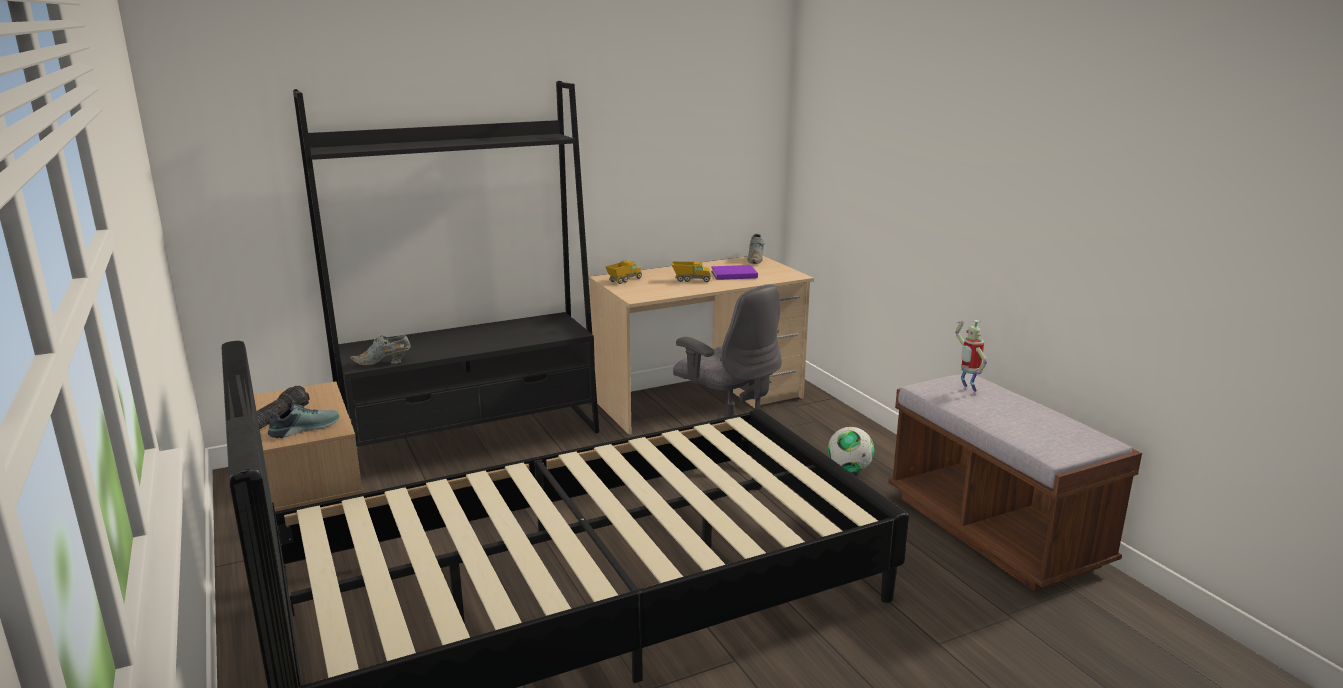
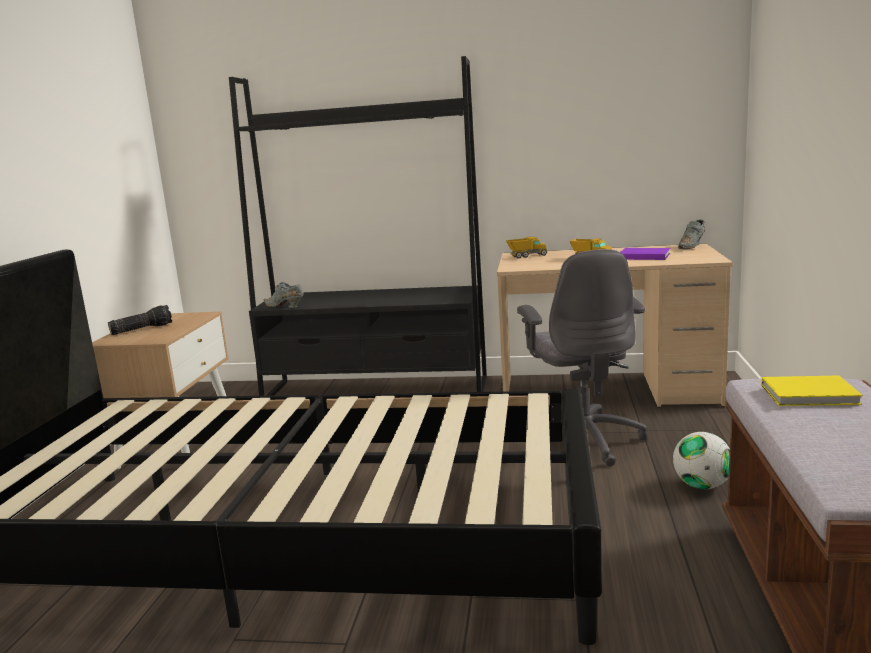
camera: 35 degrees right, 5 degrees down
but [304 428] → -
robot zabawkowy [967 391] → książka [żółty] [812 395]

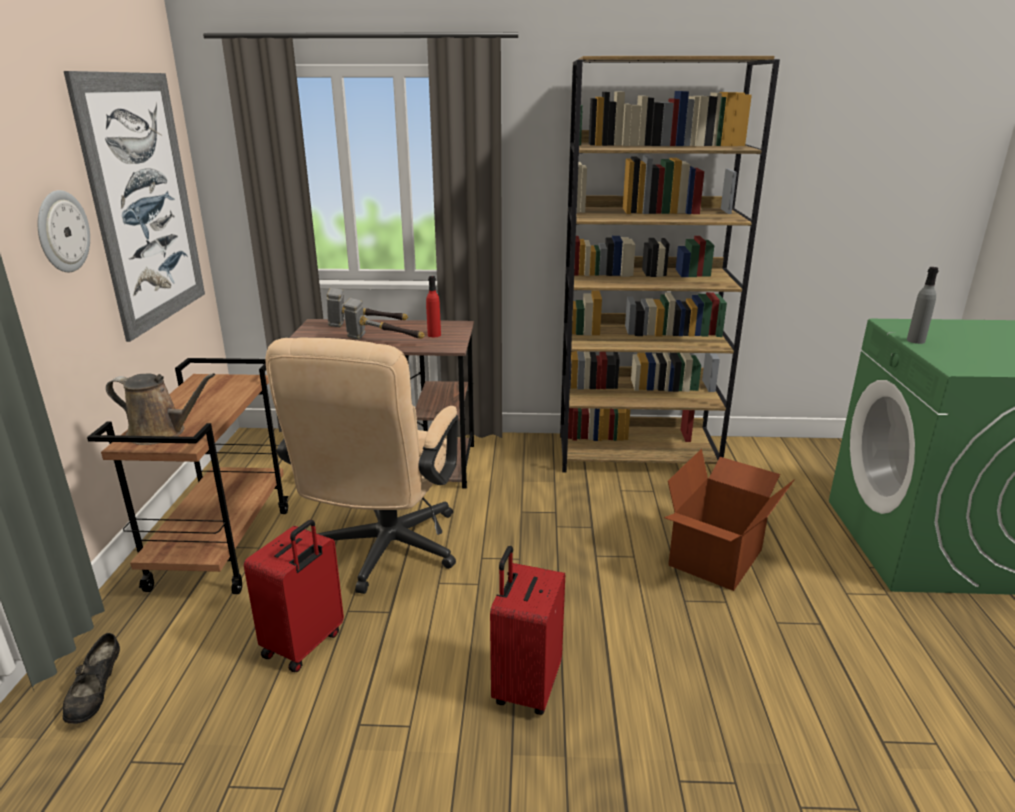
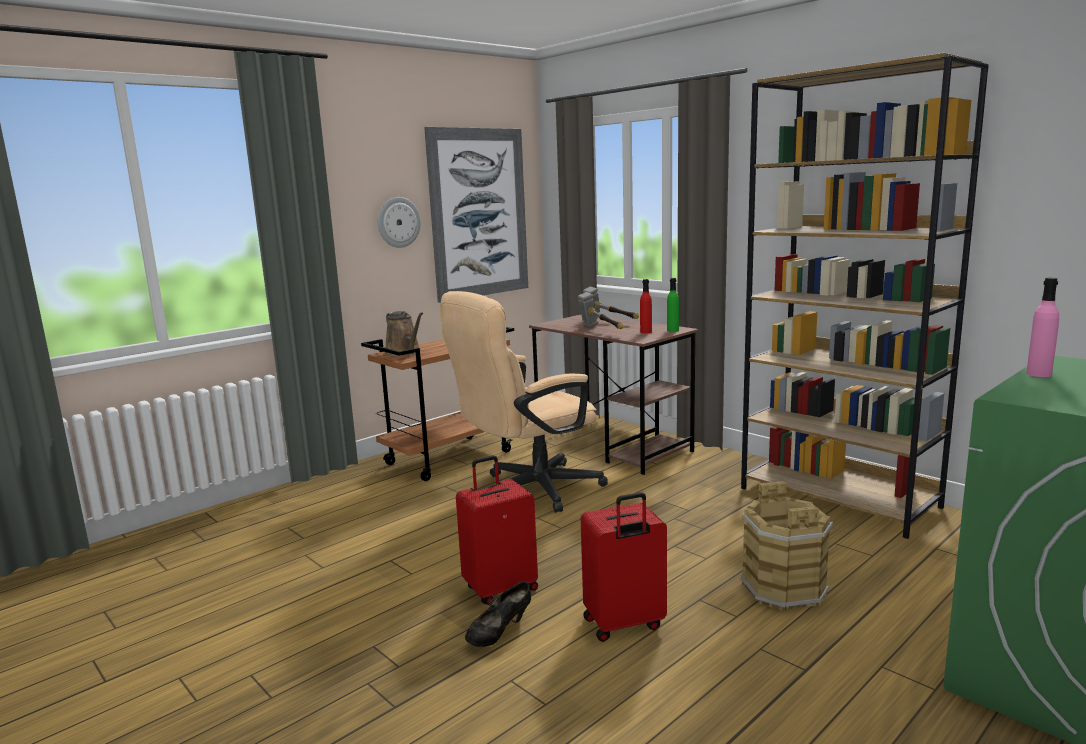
camera: 45 degrees right, 10 degrees down
- → butelka [zielony] [672 330]
but [czarny] [96 696] → but [czarny] [499 633], relocated
walizka [czerwony] [304 645] → walizka [czerwony] [624 624], relocated
karton [717 558] → wiadro [brązowy] [784 589]
butelka [szary] [915 340] → butelka [różowy] [1039 374]

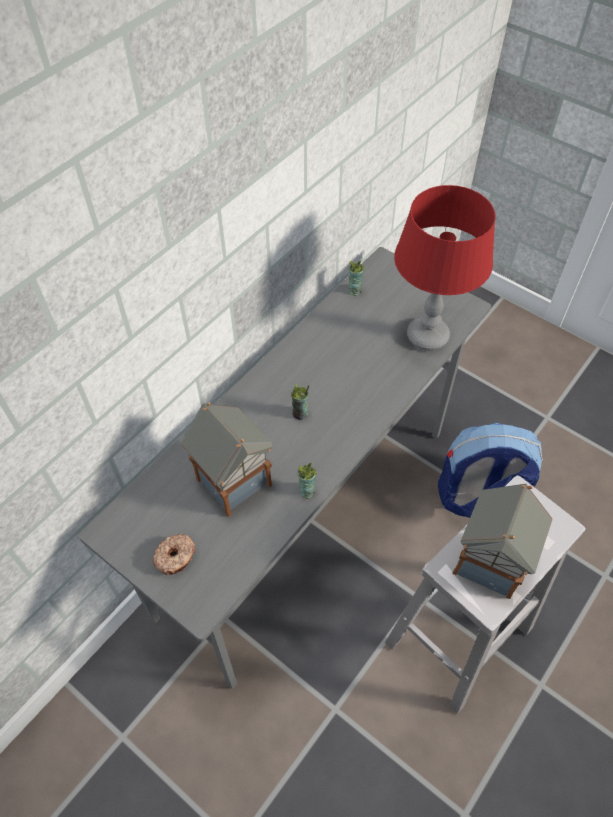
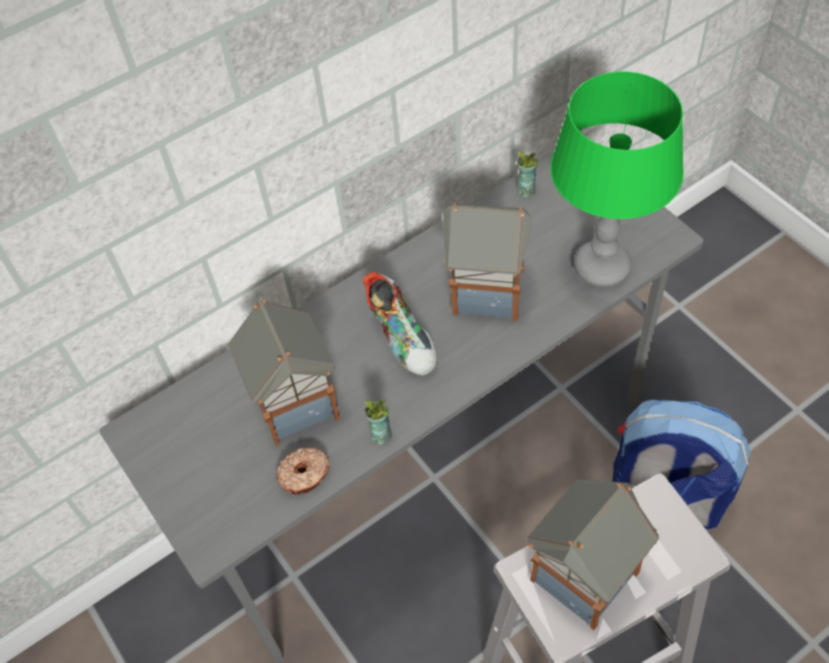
camera: 20 degrees right, 0 degrees up
- → domek [485 292]
donut [175 557] → donut [304 475], relocated
filiżanka [300 414] → but [404 337]
lampa stołowa [czerwony] [428 336] → lampa stołowa [zielony] [602 267]

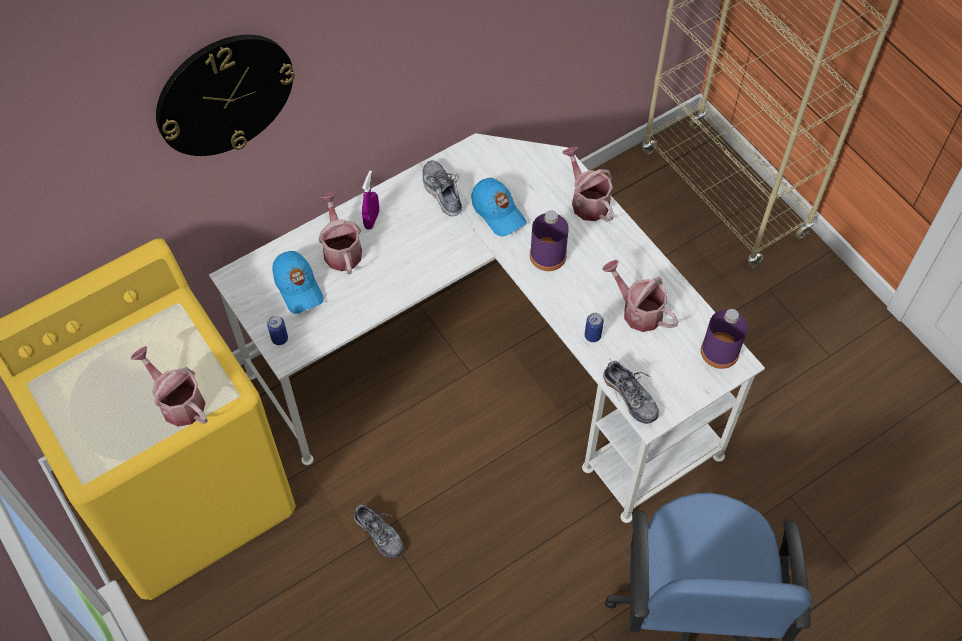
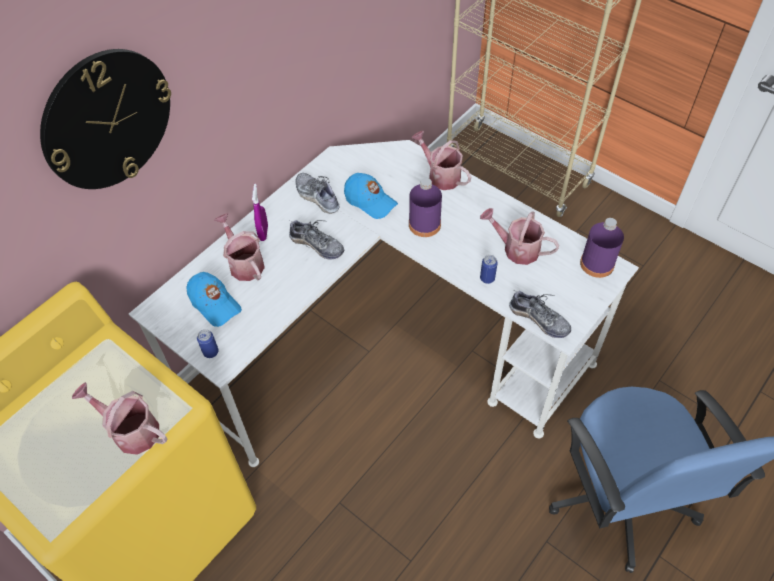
camera: 15 degrees left, 5 degrees down
but [379 534] → but [317 245], relocated

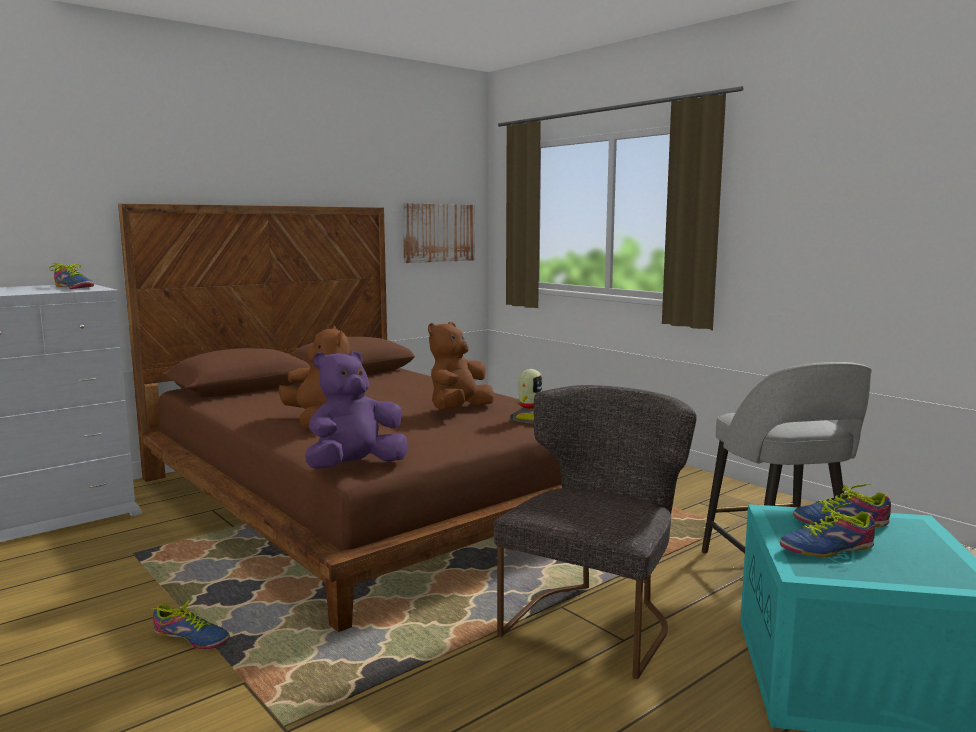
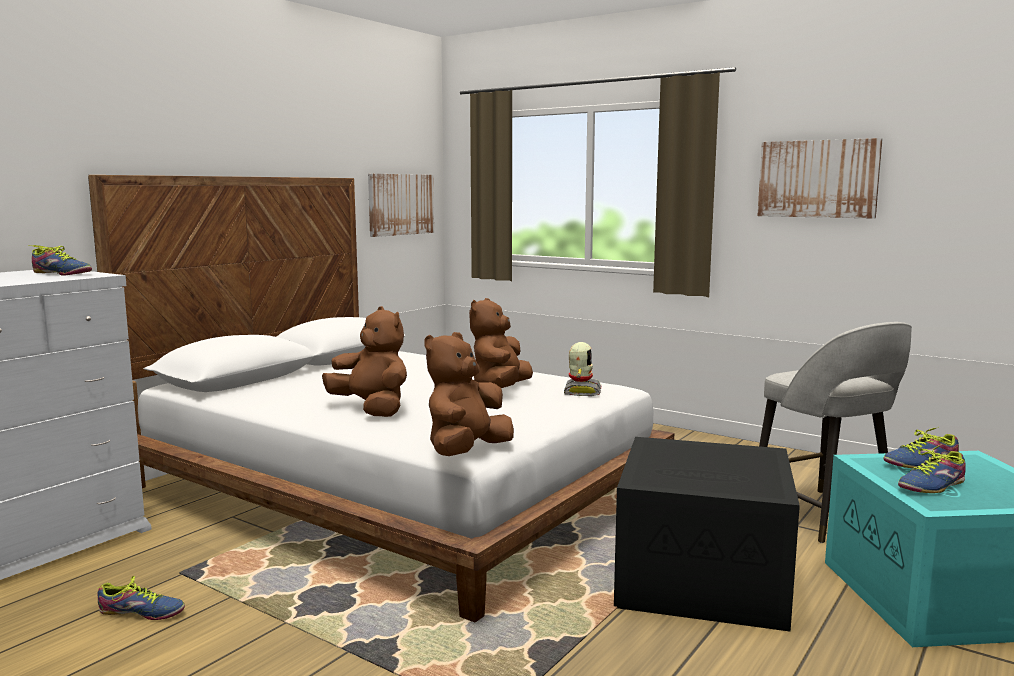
camera: 15 degrees left, 0 degrees up
- → obraz [818 179]
but [192 638] → but [142 612], relocated
krzesło [szary] [595 620] → pojemnik do przechowywania [czarny] [704 578]
łóżko [brązowy] [368 499] → łóżko [biały] [397 488]
pluszak [fioletowy] [355 467] → pluszak [brązowy] [466 452]

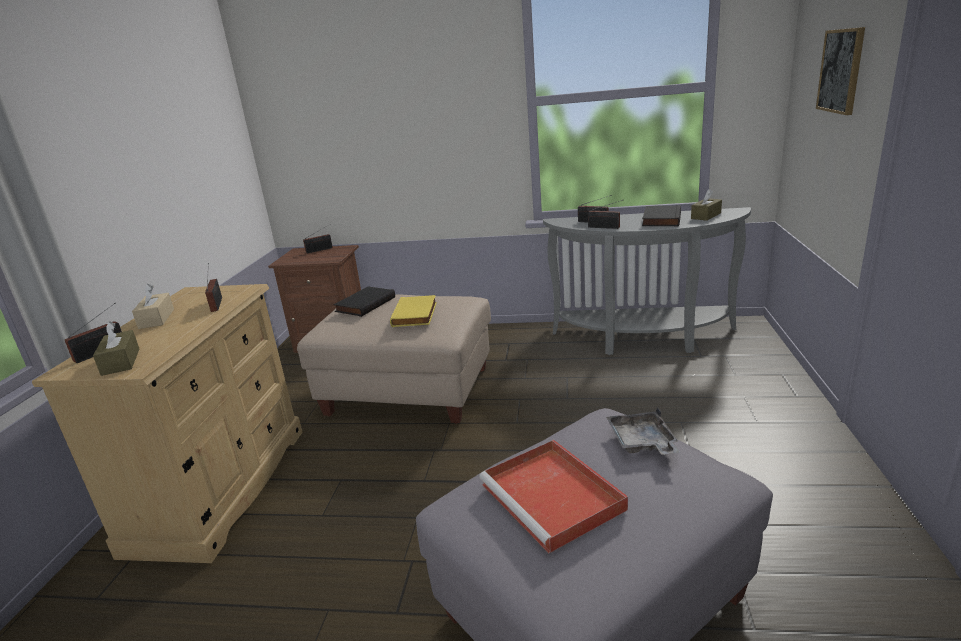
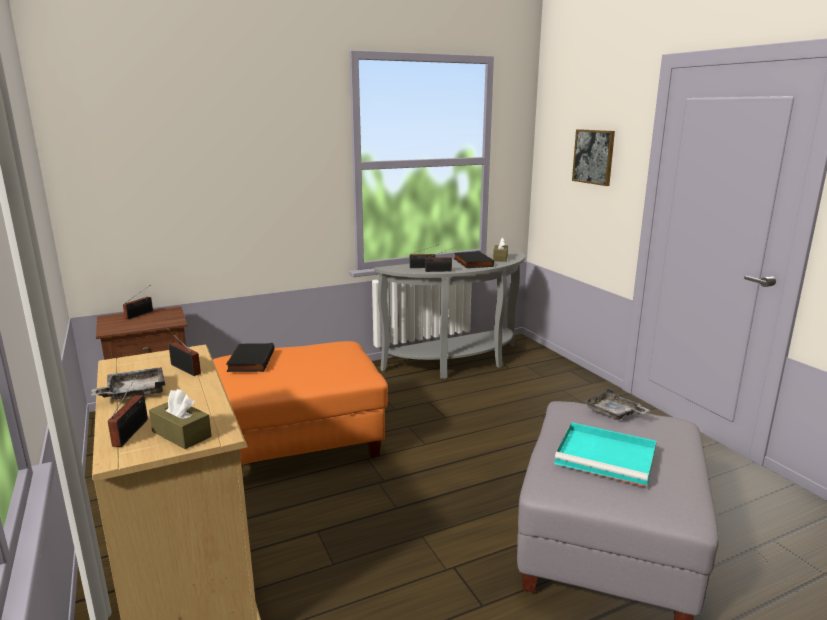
camera: 35 degrees left, 5 degrees down
książka [żółty] [416 314] → -
pudełko chusteczek [beżowy] [156 319] → taca [szary] [134 392]
pufa [beżowy] [409 391] → pufa [pomarańczowy] [299 442]
taca [czerwony] [554 498] → taca [turkusowy] [608 457]

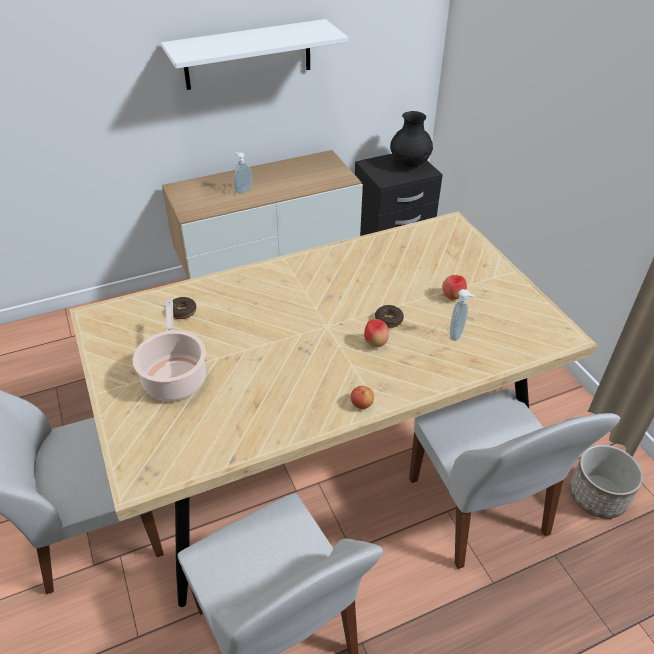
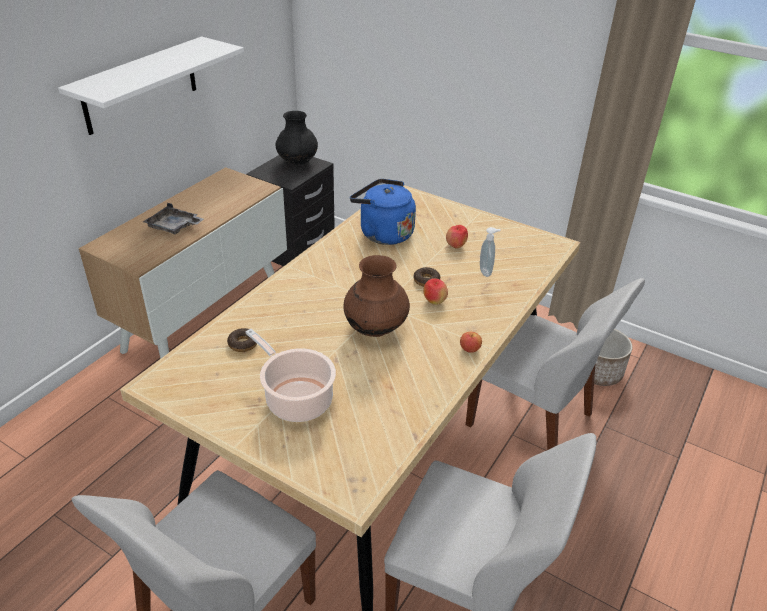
camera: 35 degrees left, 5 degrees down
- → wazon [brązowy] [375 328]
- → czajnik [niebieski] [383 233]
dozownik mydła [243 190] → taca [szary] [174 227]

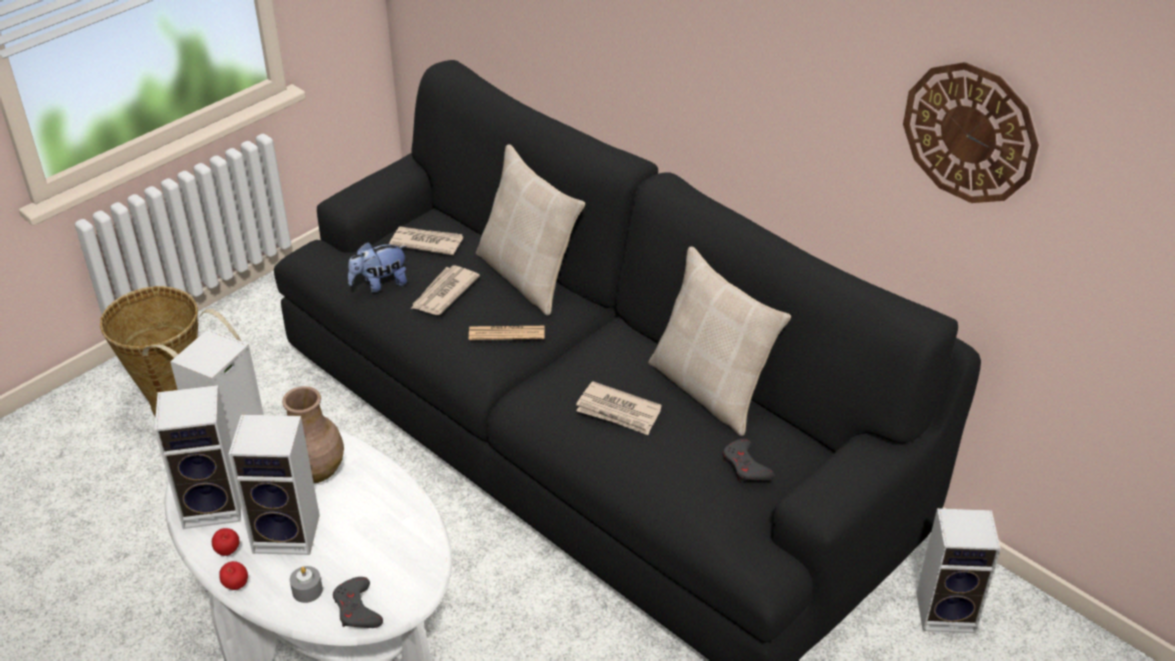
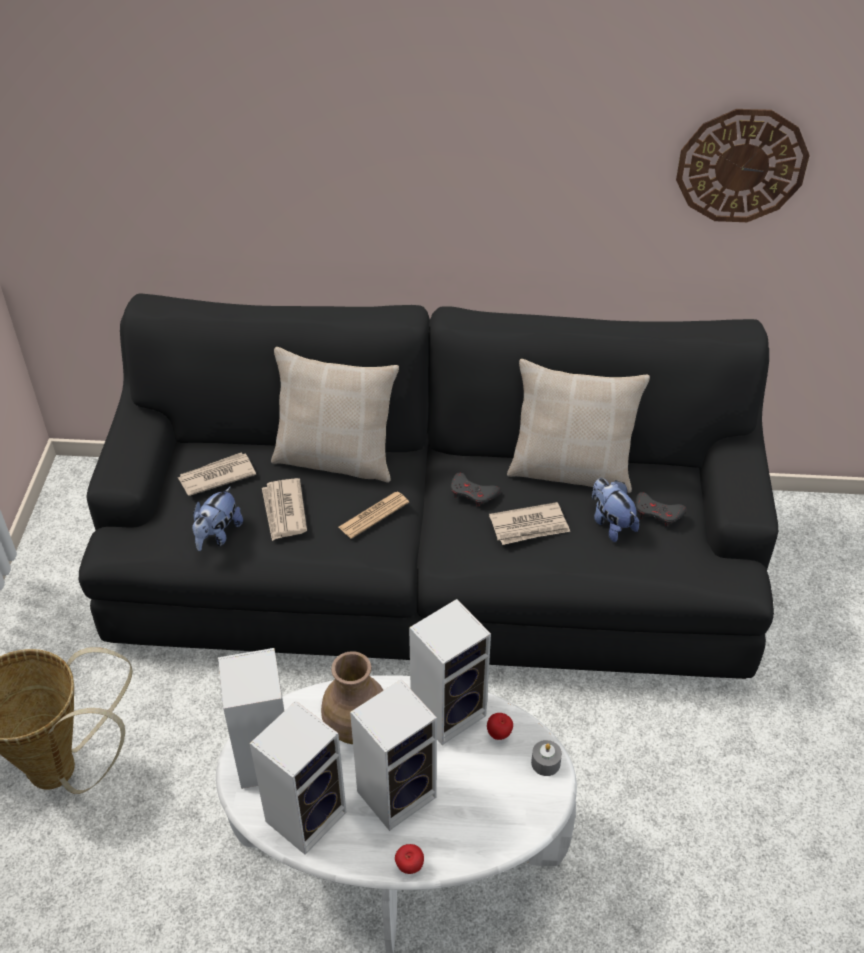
camera: 40 degrees left, 5 degrees up
- → pluszak [611 523]
jabłko [228 552] → jabłko [499 734], relocated
świeca [szary] [307 590] → świeca [szary] [545 763], relocated
pad do gier [szary] [357 609] → pad do gier [szary] [473 493], relocated
głośnik [948 611] → głośnik [449 710], relocated

